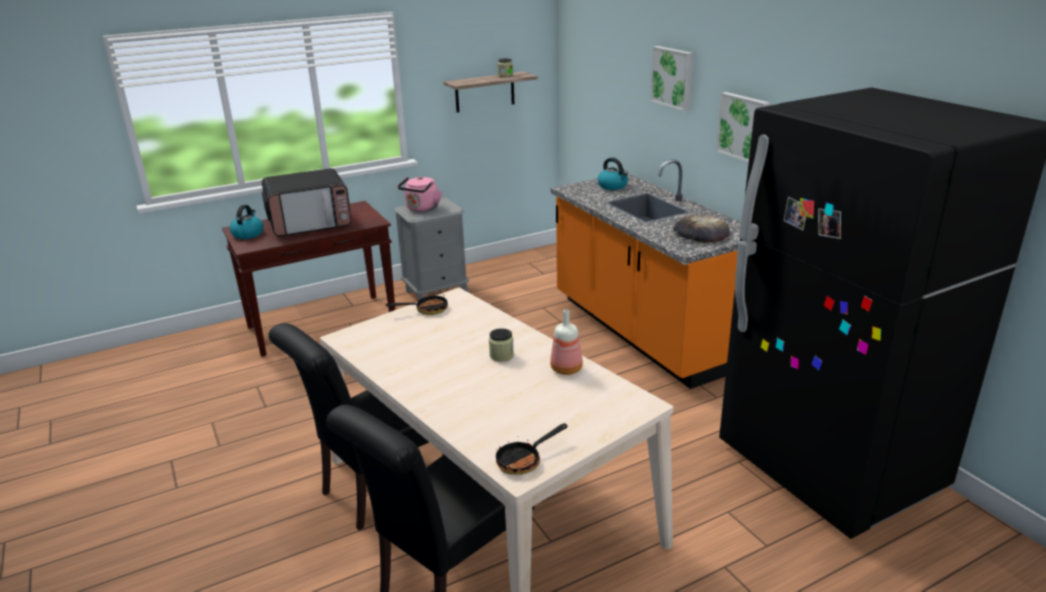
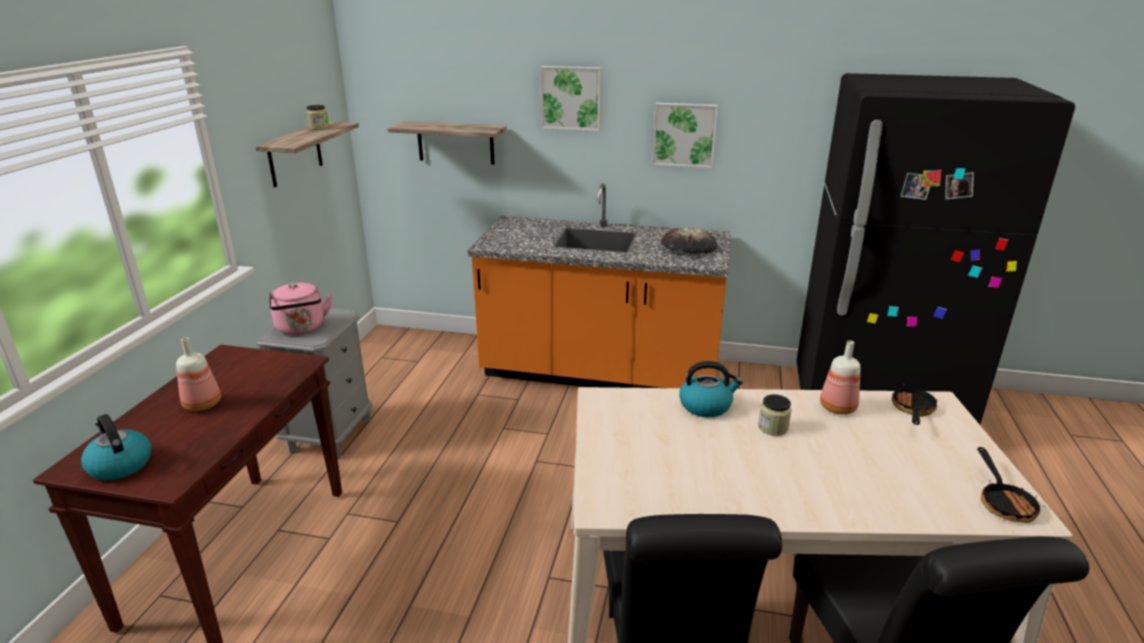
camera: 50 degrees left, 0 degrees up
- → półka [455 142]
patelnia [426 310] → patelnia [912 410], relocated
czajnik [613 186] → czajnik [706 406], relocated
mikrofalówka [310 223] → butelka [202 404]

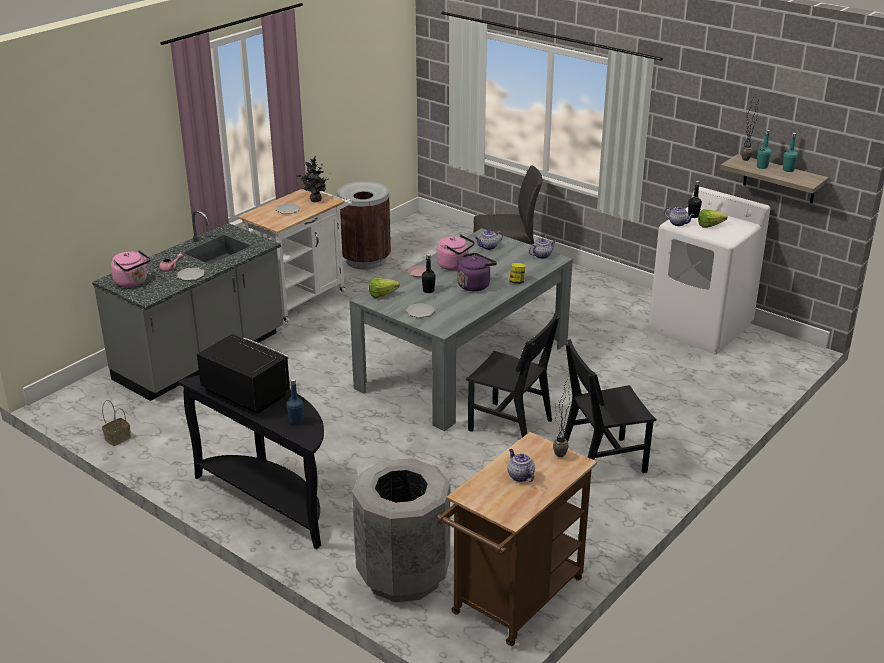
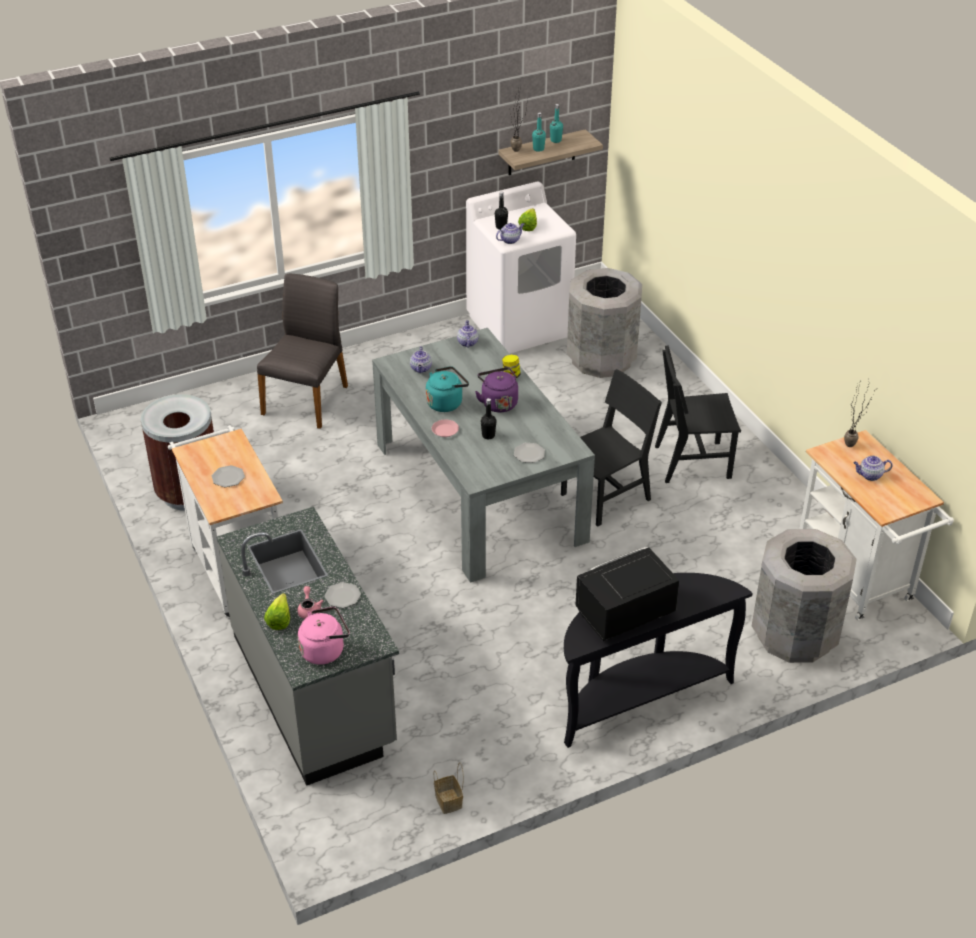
camera: 65 degrees left, 10 degrees up
butelka [niebieski] [296 420] → -
roślina doniczkowa [314 200] → -
- → kosz na śmieci [szary] [602 359]
sałata [385 295] → sałata [281 618], relocated
czajnik [różowy] [455 266] → czajnik [turkusowy] [446 402]
wózek [brązowy] [513 602] → wózek [biały] [857 581]
krzesło [czarny] [603 460] → krzesło [czarny] [692 462], 75 degrees clockwise

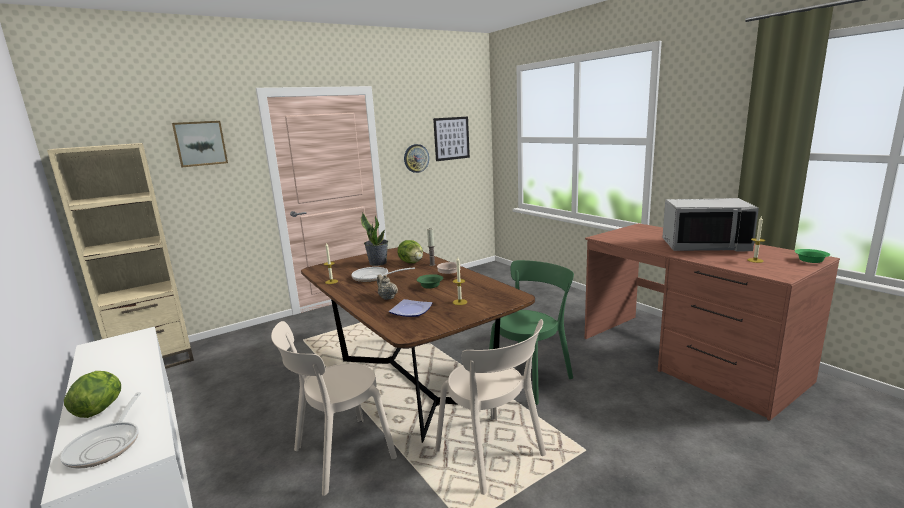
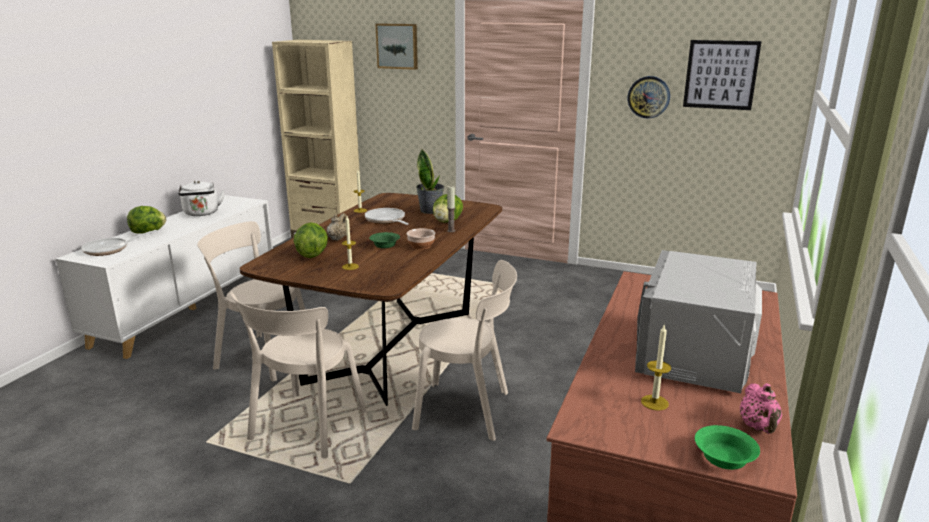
camera: 55 degrees right, 5 degrees up
- → czajnik [biały] [201 213]
- → imbryk [różowy] [758 428]
talerz [411 311] → sałata [312 255]
krzesło [zielony] [531 377] → krzesło [beżowy] [467 411]
mikrofalówka [szary] [704 246] → mikrofalówka [szary] [695 355], 45 degrees clockwise

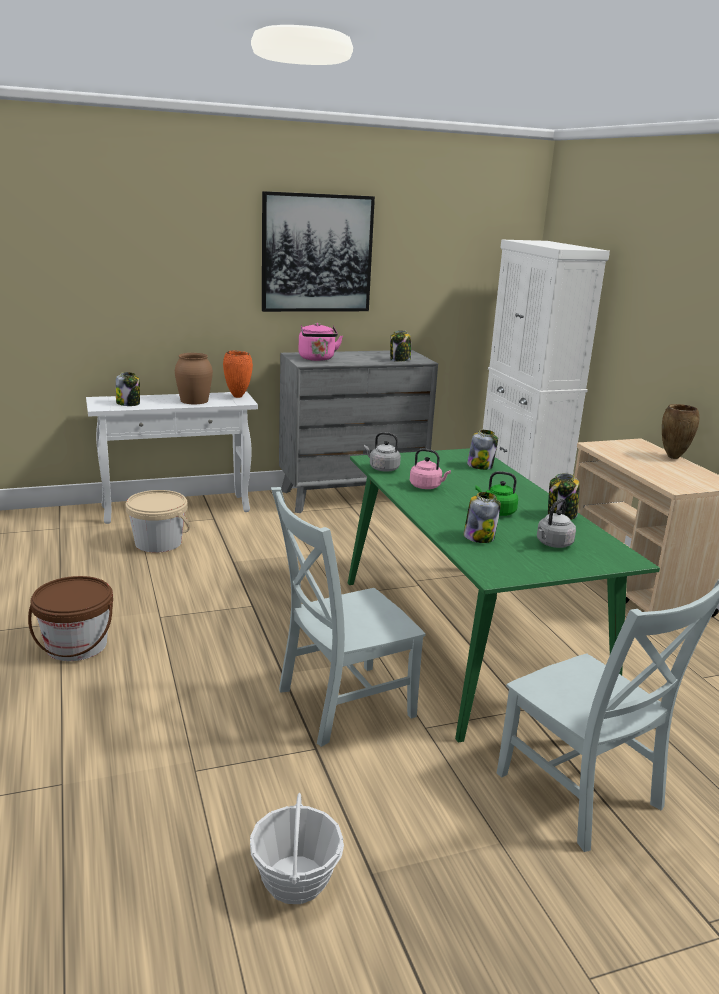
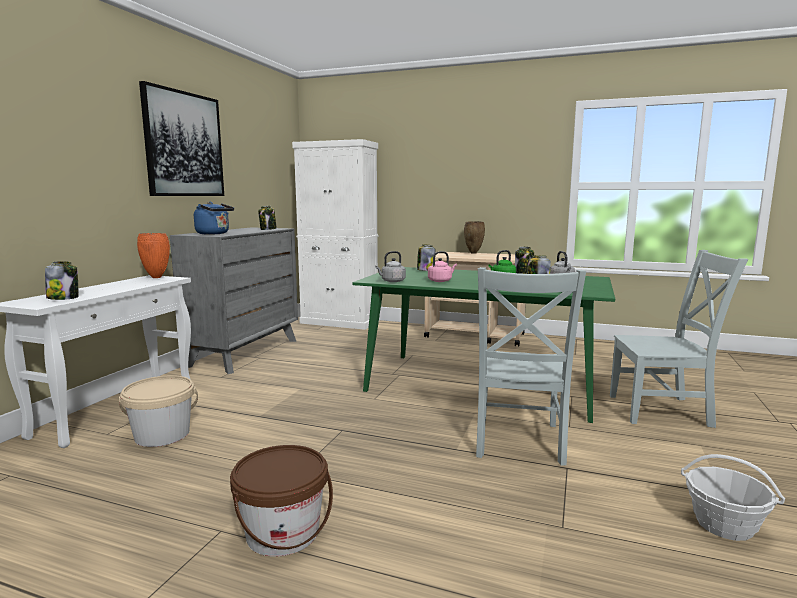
camera: 50 degrees left, 10 degrees down
wazon [brązowy] [194 400] → -
czajnik [różowy] [317 359] → czajnik [niebieski] [214 234]

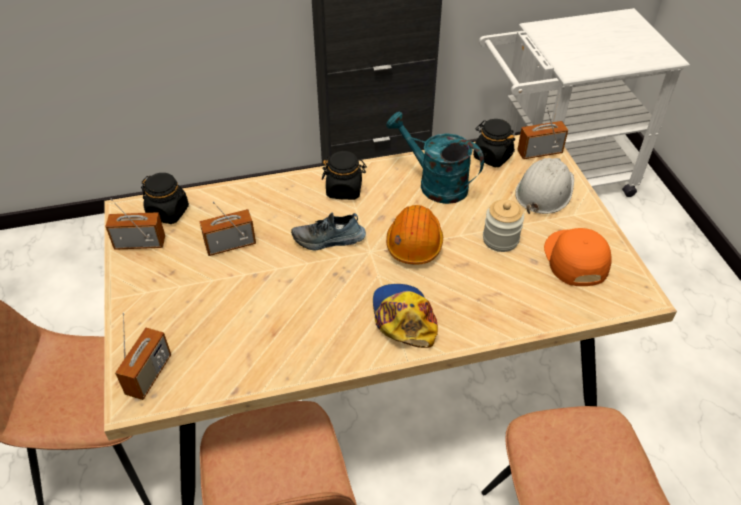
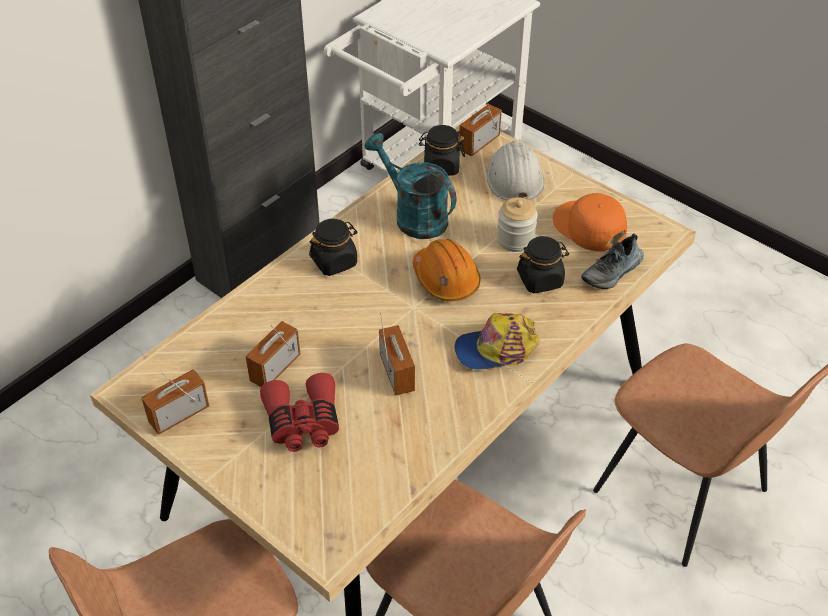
camera: 35 degrees left, 0 degrees up
- → lornetka [czerwony] [303 422]
radio [149 375] → radio [397 373], relocated
słoik [czarny] [168 212] → słoik [czarny] [540 279], relocated
but [329 240] → but [612 272], relocated
czapka z daszkiem [403 318] → czapka z daszkiem [496 349], 60 degrees counterclockwise
konewka [turkusowy] [435 183] → konewka [turkusowy] [413 216], 45 degrees clockwise

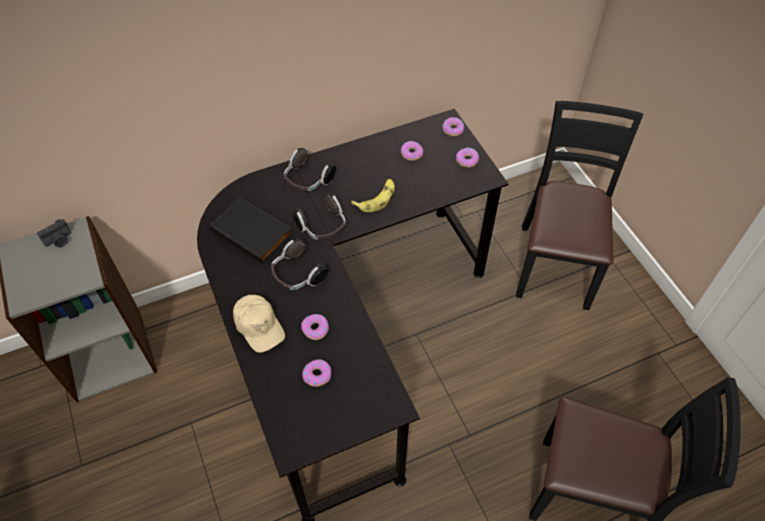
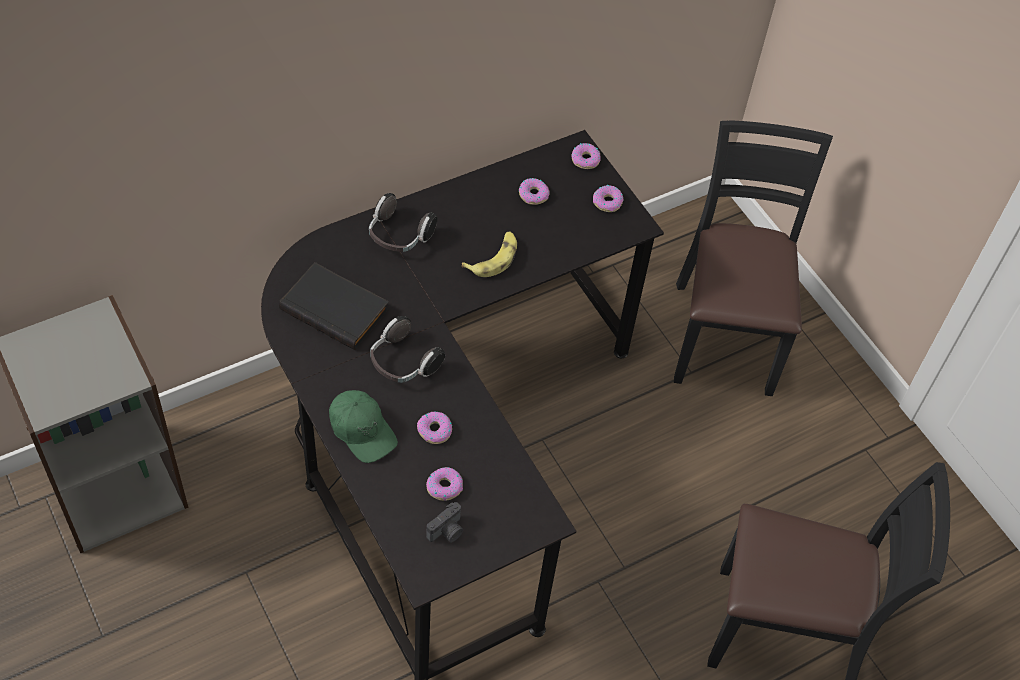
camera: 10 degrees left, 0 degrees up
słuchawki [323 227] → -
aparat fotograficzny [59 240] → aparat fotograficzny [447 531], relocated
czapka z daszkiem [beżowy] [259 326] → czapka z daszkiem [zielony] [362 430]

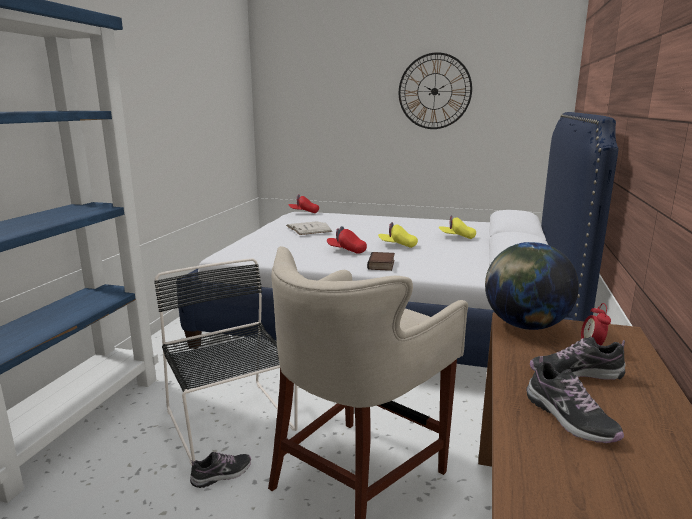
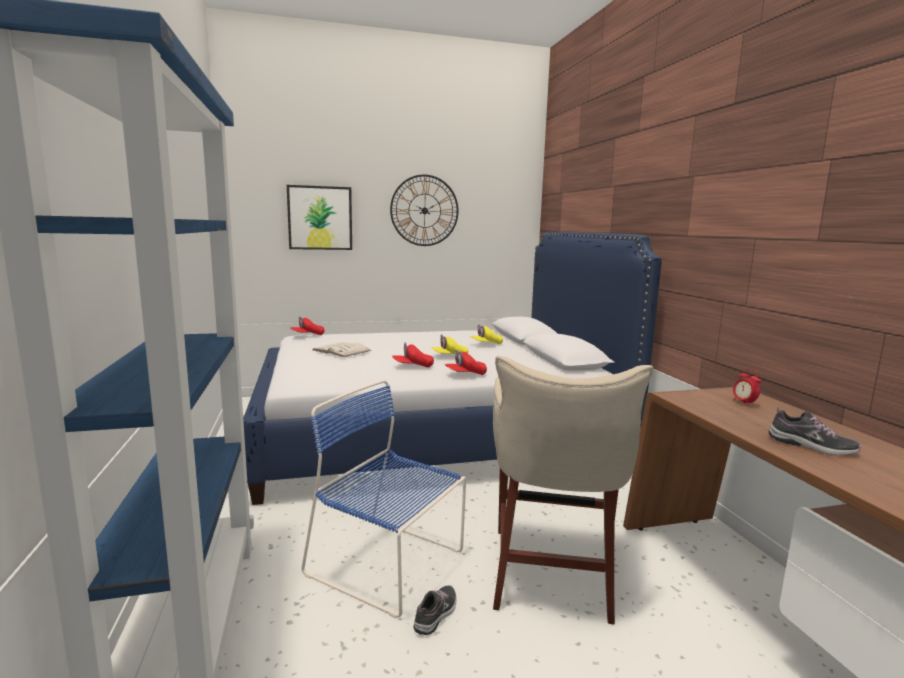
camera: 30 degrees left, 5 degrees down
globus [525 325] → -
but [575 374] → -
- → obraz [320 218]
książka [382 265] → czapka z daszkiem [czerwony] [465 374]
krzesło [czarny] [231 423] → krzesło [niebieski] [389 564]

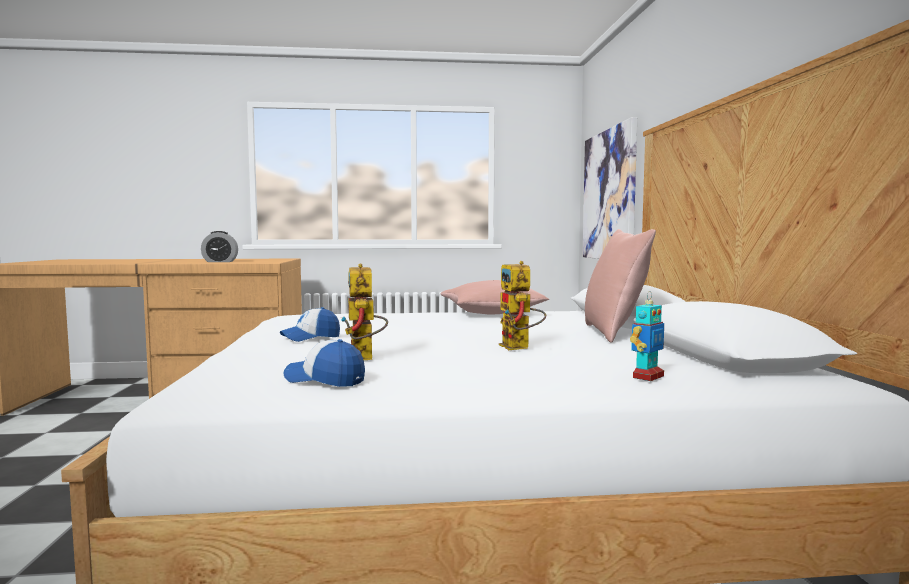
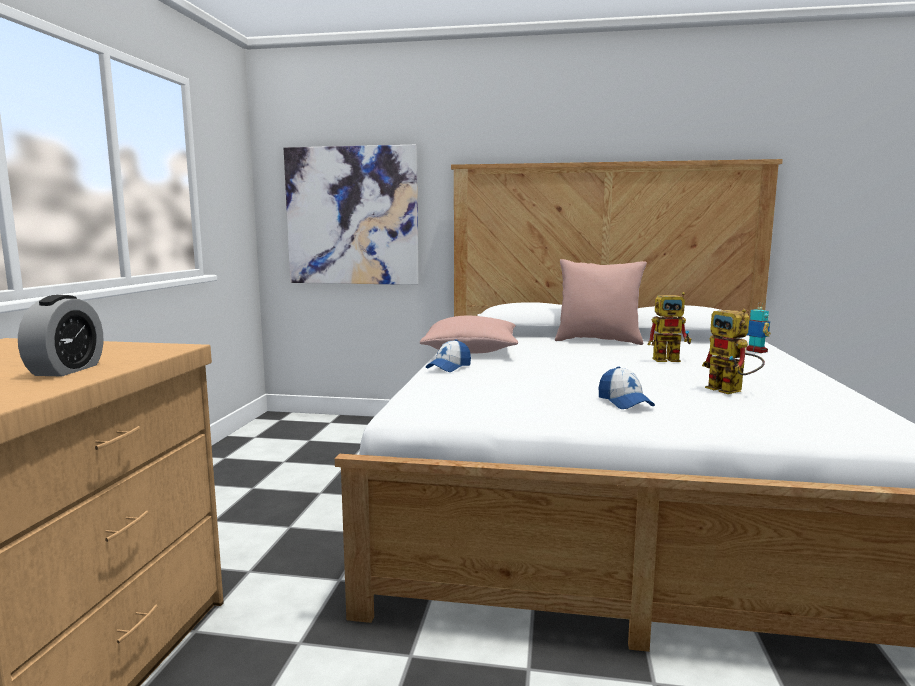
camera: 75 degrees left, 5 degrees up
czapka z daszkiem [325 380] → czapka z daszkiem [449 367], relocated
robot zabawkowy [364 359] → robot zabawkowy [731 391], 60 degrees clockwise

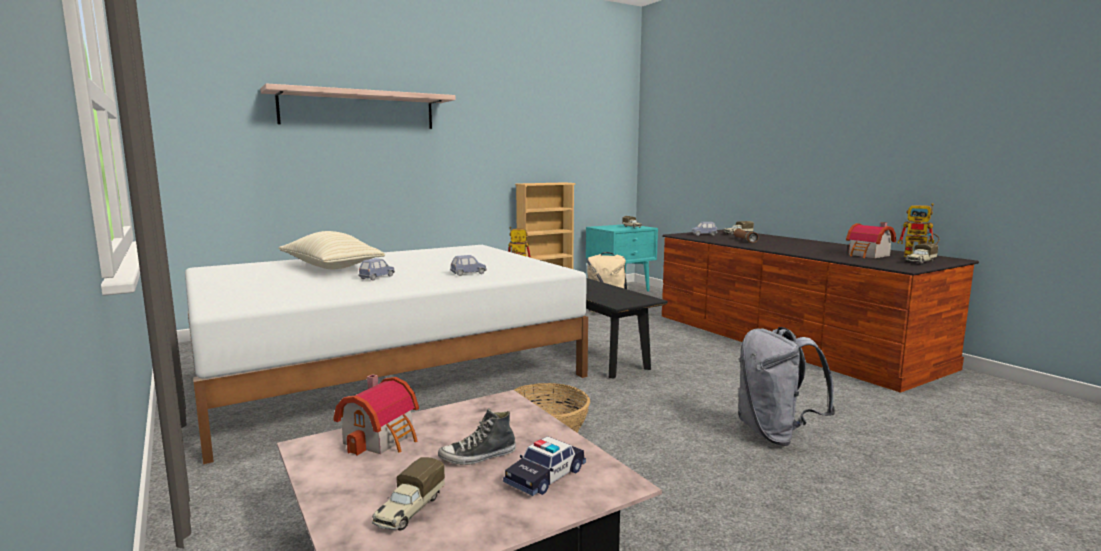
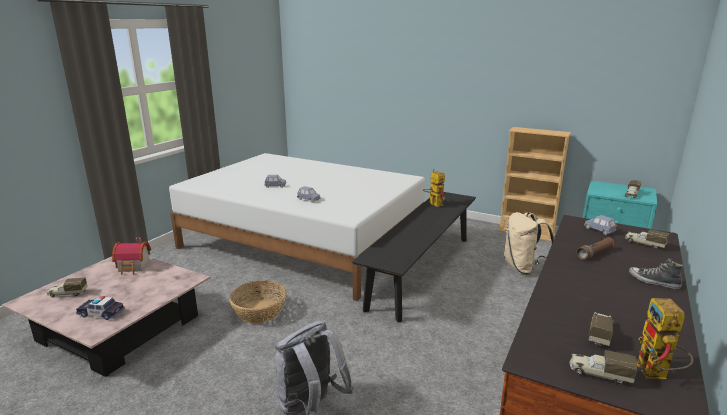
camera: 60 degrees right, 10 degrees up
półka [358 110] → -
poduszka [beżowy] [331 267] → -
but [478 457] → but [653 281], relocated
domek [868 255] → ciężarówka zabawkowa [599 334]

